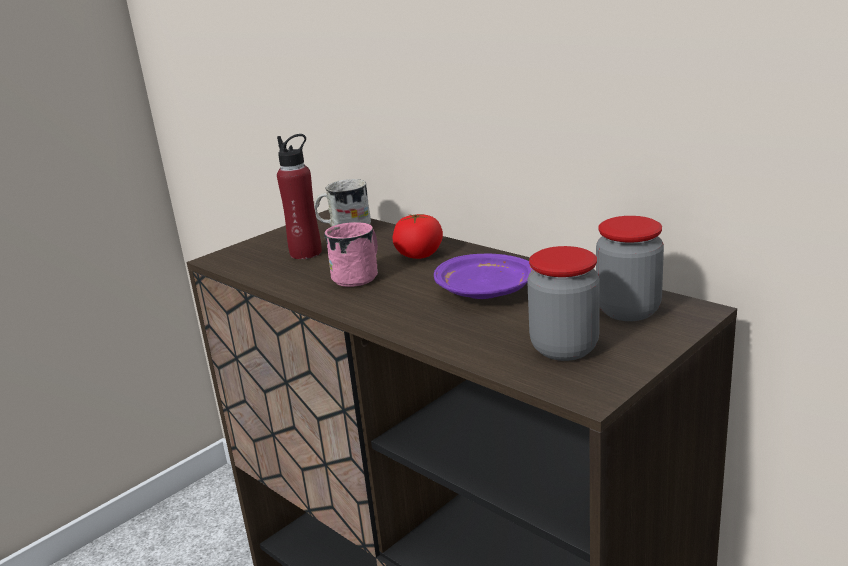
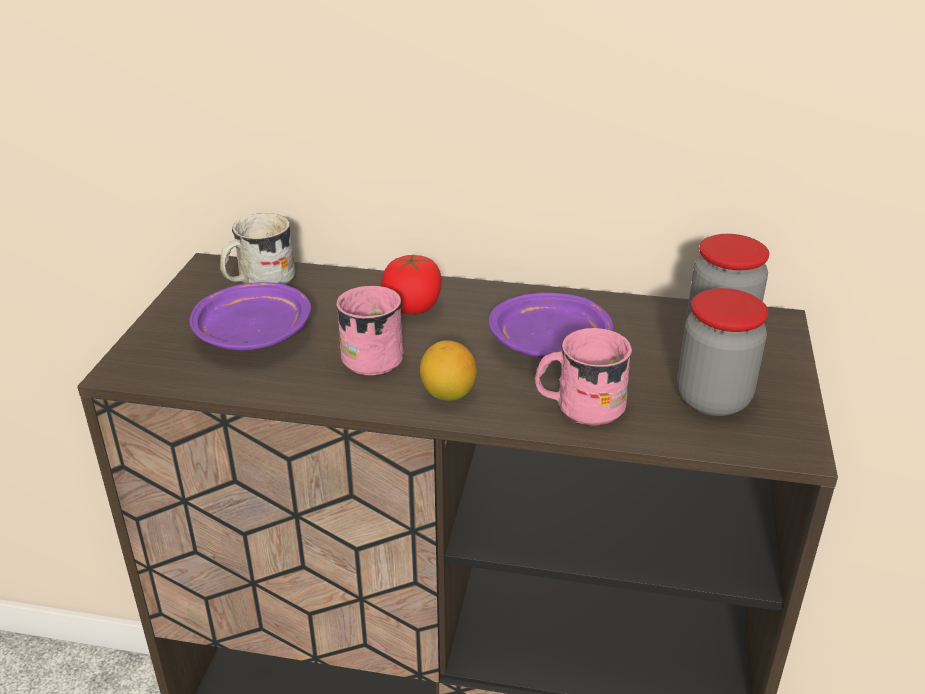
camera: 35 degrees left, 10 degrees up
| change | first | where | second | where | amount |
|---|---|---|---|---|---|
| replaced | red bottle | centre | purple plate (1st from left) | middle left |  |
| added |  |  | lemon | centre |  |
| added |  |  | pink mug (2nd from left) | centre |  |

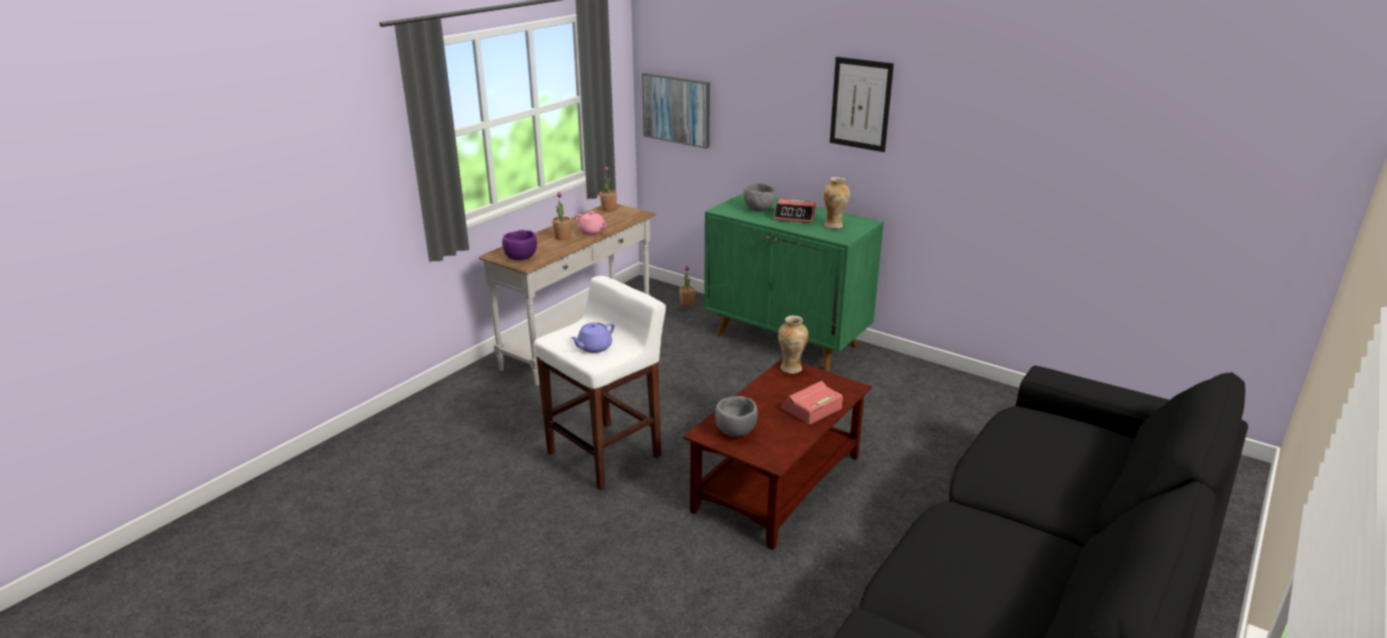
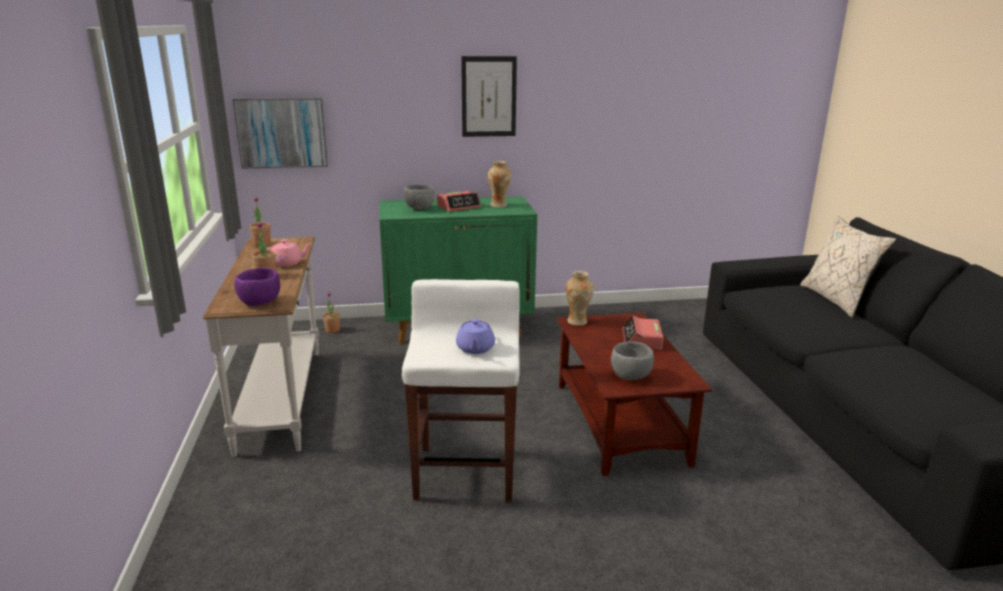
camera: 45 degrees left, 5 degrees down
| change | first | where | second | where | amount |
|---|---|---|---|---|---|
| added |  |  | beige pillow | middle right |  |

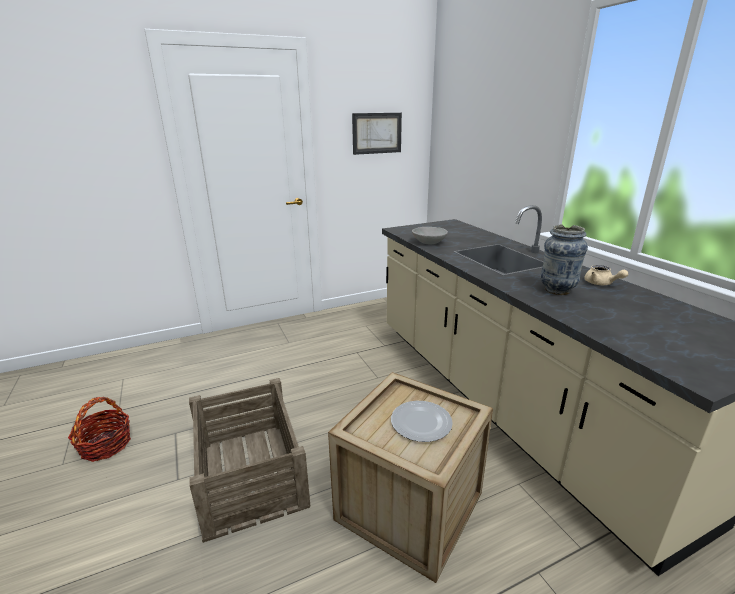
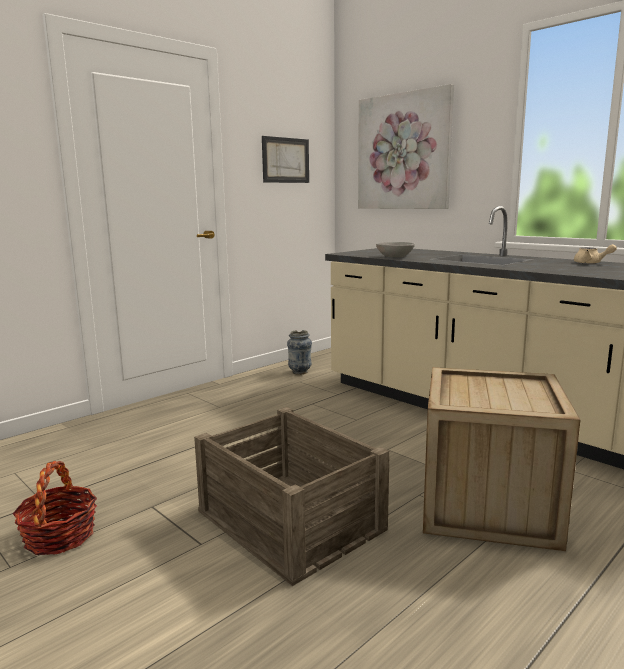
camera: 20 degrees left, 10 degrees down
| change | first | where | second | where | amount |
|---|---|---|---|---|---|
| removed | plate | bottom centre |  |  |  |
| moved | vase | middle right |  | centre |  |
| added |  |  | picture (2nd from left) | top centre |  |

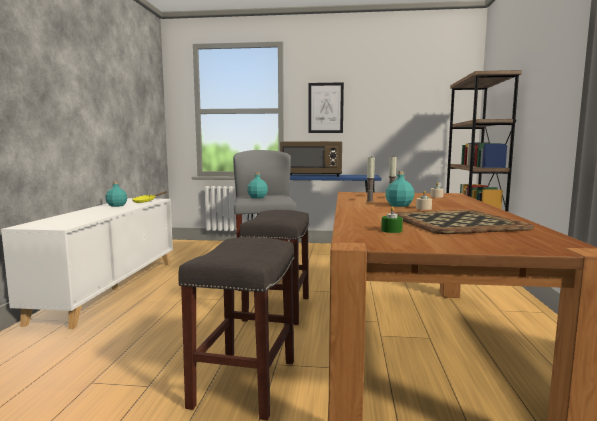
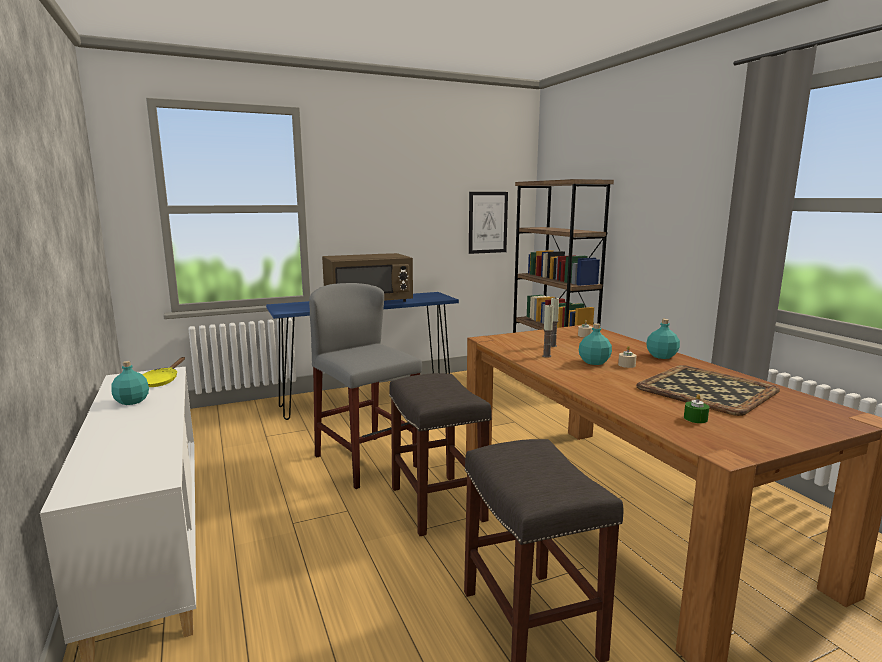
camera: 30 degrees left, 5 degrees up
| change | first | where | second | where | amount |
|---|---|---|---|---|---|
| moved | turquoise bottle (2nd from left in the first image) | centre | turquoise bottle (3rd from left) | middle right |  |
| moved | picture | top centre |  | centre |  |

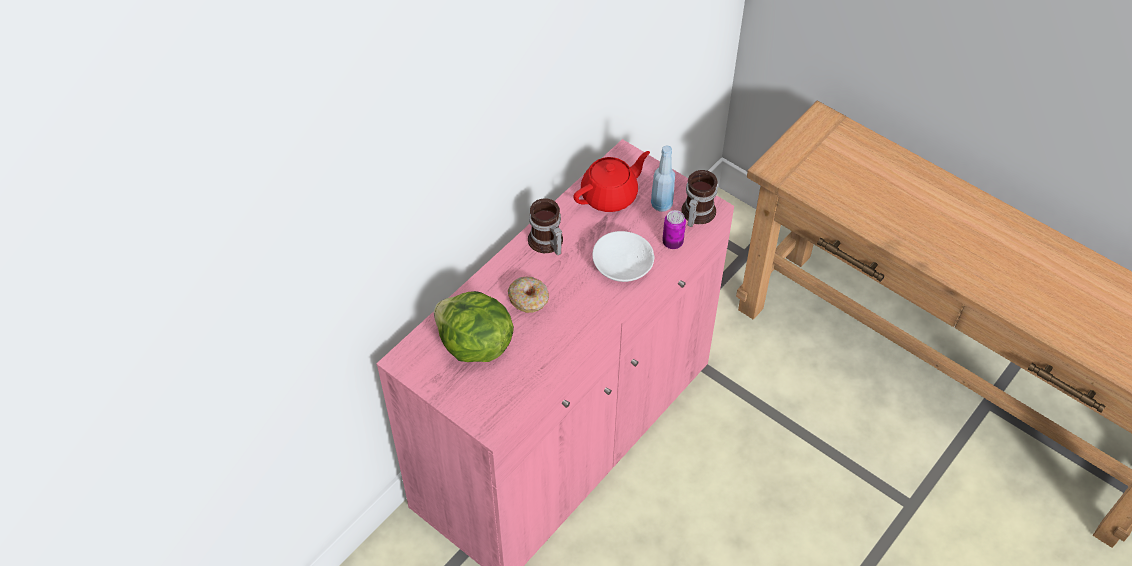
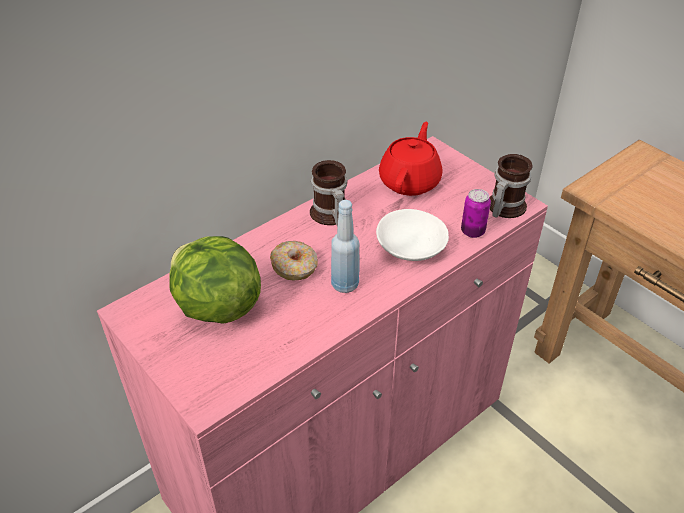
camera: 10 degrees right, 10 degrees down
| change | first | where | second | where | amount |
|---|---|---|---|---|---|
| turned | red teapot | top centre |  | top centre | 45 degrees counterclockwise |
| moved | blue bottle | top centre |  | centre |  |

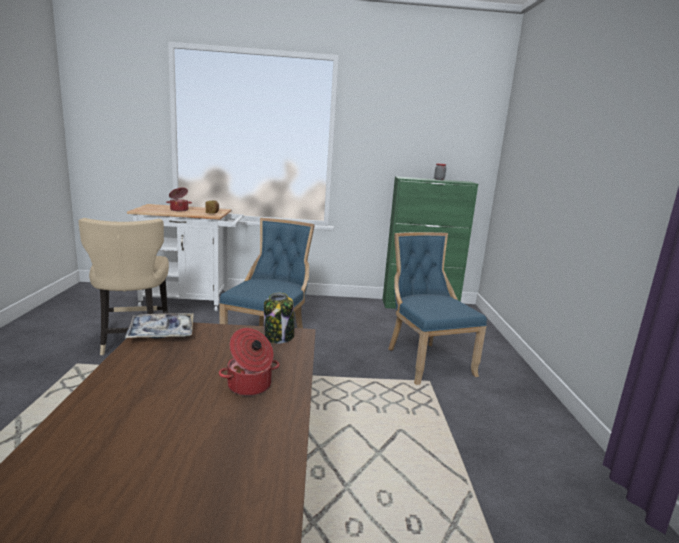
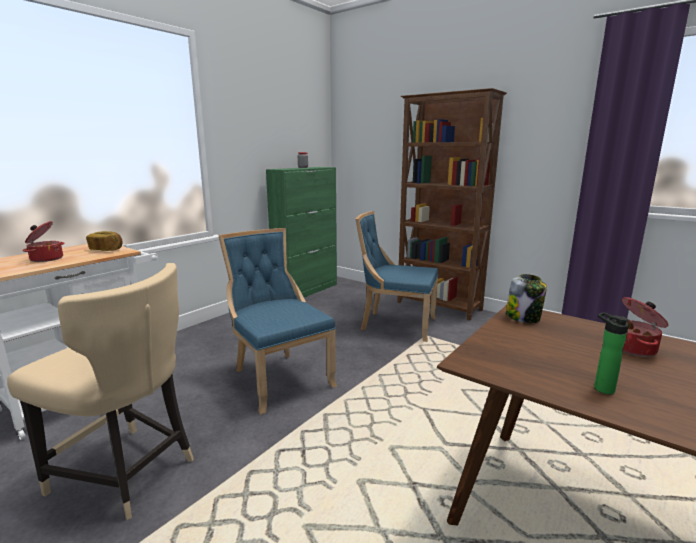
camera: 50 degrees left, 0 degrees up
| change | first | where | second | where | amount |
|---|---|---|---|---|---|
| removed | tray | middle left |  |  |  |
| added |  |  | brown bookcase | centre |  |
| added |  |  | bottle | middle right |  |

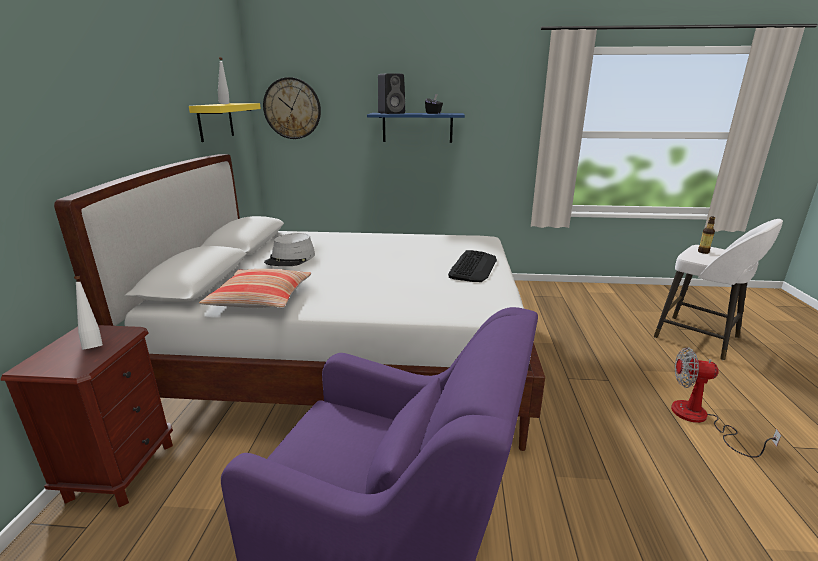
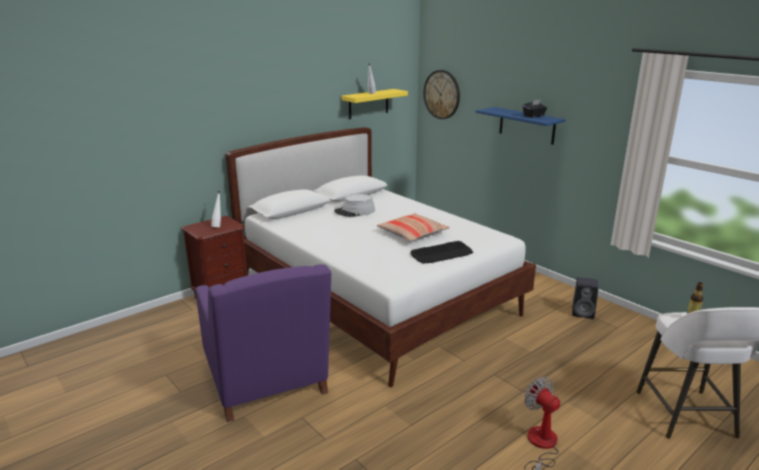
camera: 45 degrees right, 0 degrees up
| change | first | where | second | where | amount |
|---|---|---|---|---|---|
| moved | pillow | middle left |  | centre |  |
| moved | black speaker | top centre |  | middle right |  |

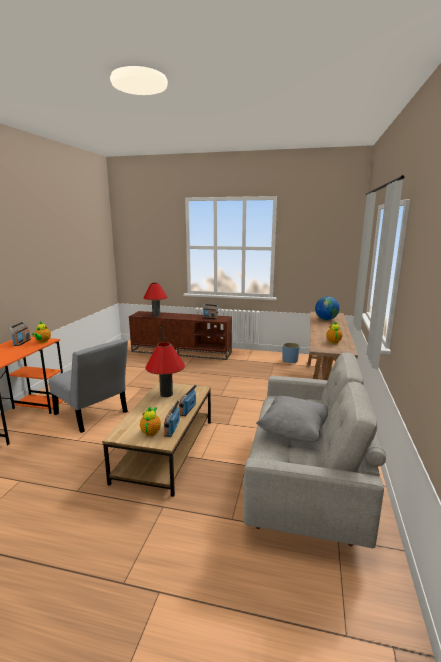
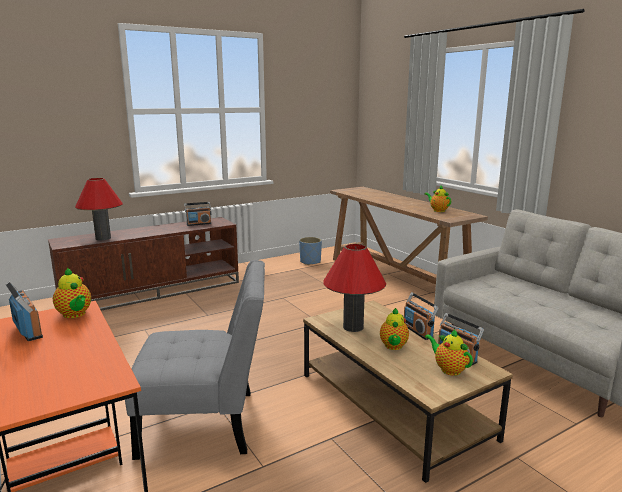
camera: 45 degrees left, 0 degrees up
| change | first | where | second | where | amount |
|---|---|---|---|---|---|
| removed | grey pillow | centre |  |  |  |
| removed | globe | middle right |  |  |  |
| added |  |  | teapot (2nd from left) | bottom centre |  |

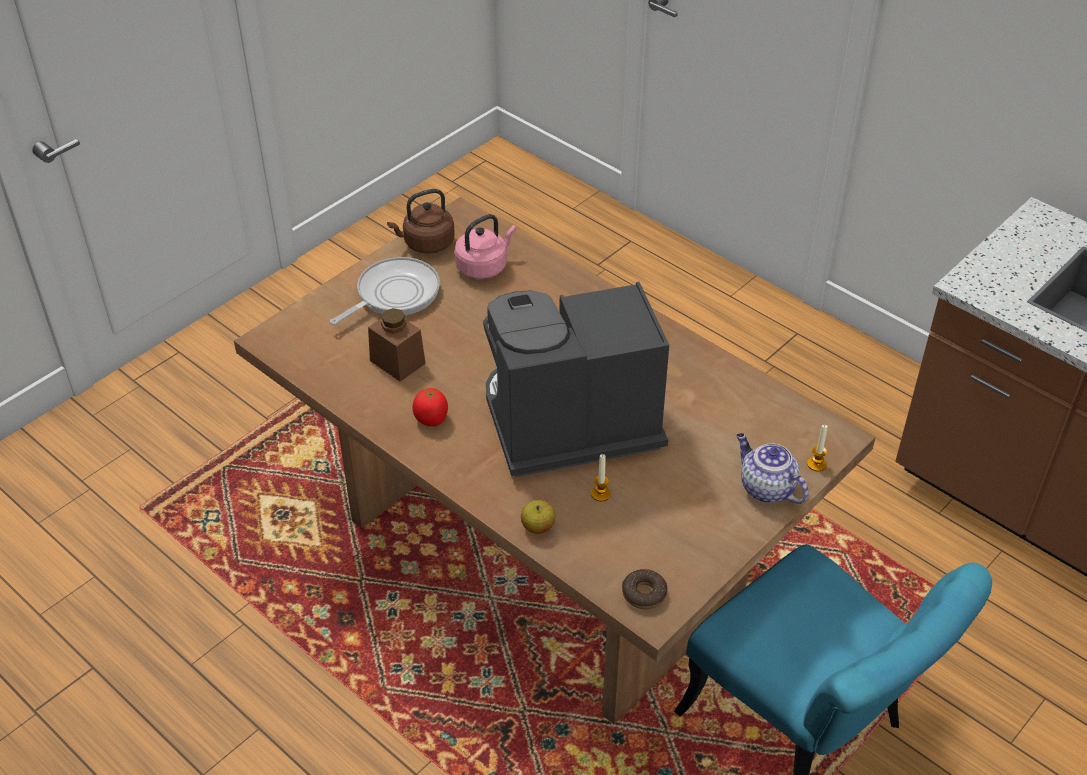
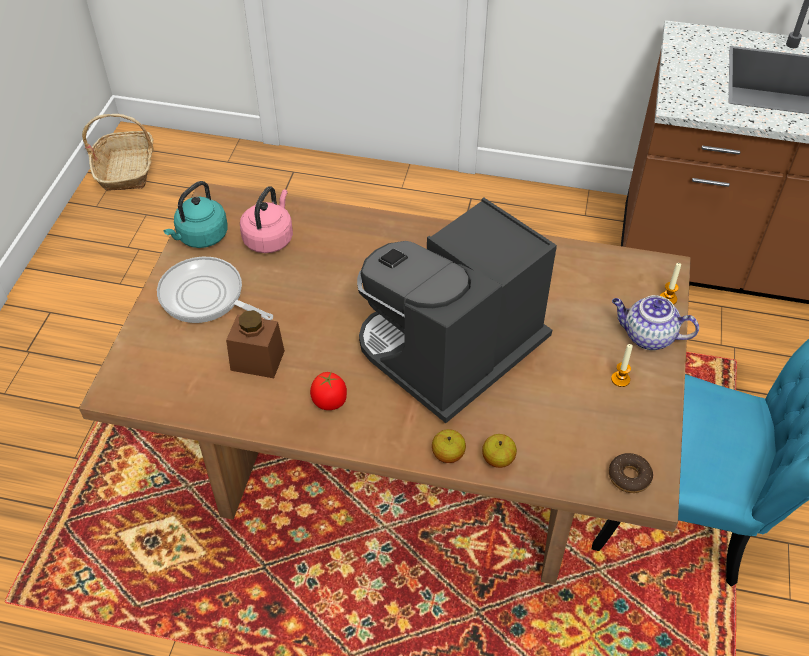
camera: 30 degrees left, 5 degrees up
| change | first | where | second | where | amount |
|---|---|---|---|---|---|
| turned | frying pan | centre |  | middle left | 75 degrees counterclockwise |
| recoloured | brown kettle | top centre | turquoise kettle | top left |  |
| moved | candle (1st from left) | centre |  | middle right |  |
| added |  |  | basket | top left |  |
| added |  |  | apple (1st from left) | bottom centre |  |

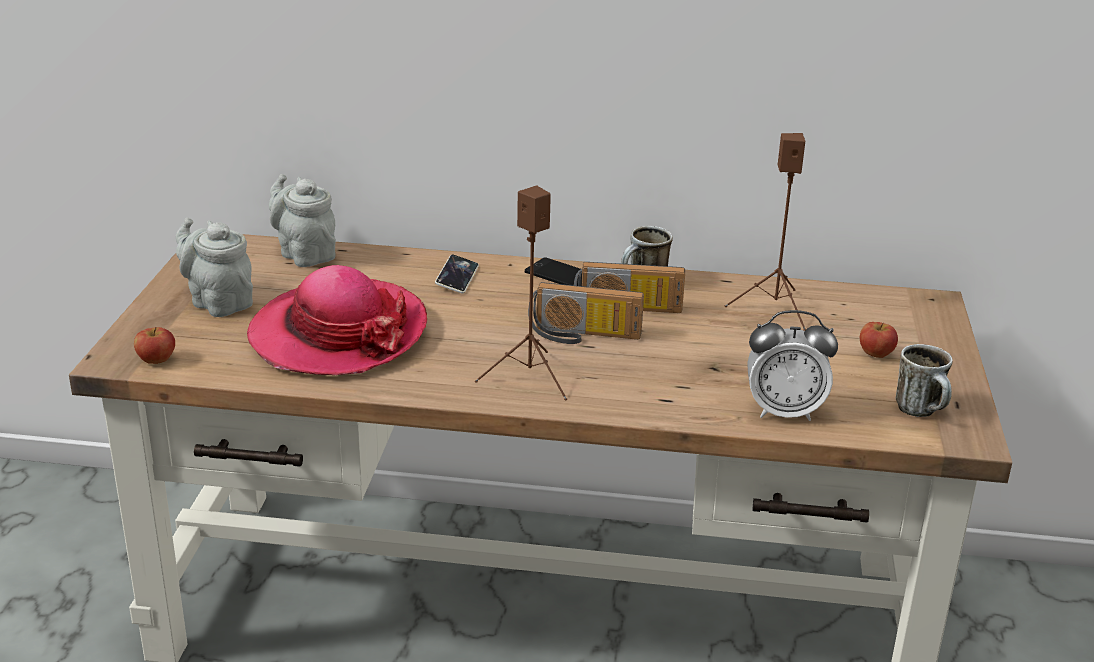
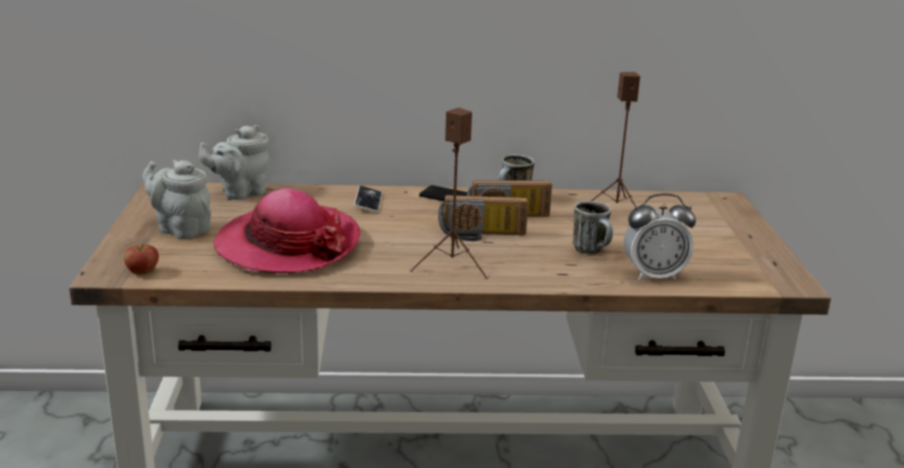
camera: 10 degrees left, 5 degrees down
| change | first | where | second | where | amount |
|---|---|---|---|---|---|
| turned | grey teapot (2nd from left) | top left |  | middle left | 75 degrees counterclockwise |
| removed | apple (2nd from left) | middle right |  |  |  |
| moved | mug (2nd from left) | middle right |  | centre |  |

